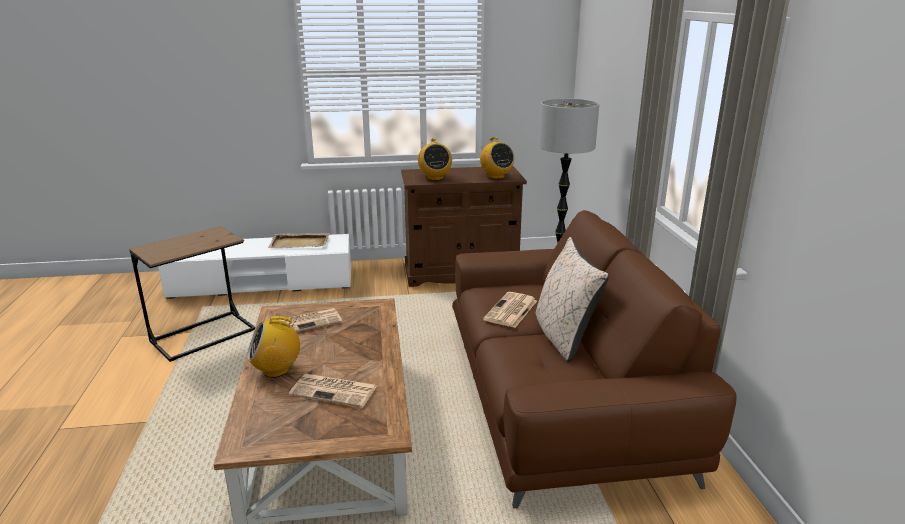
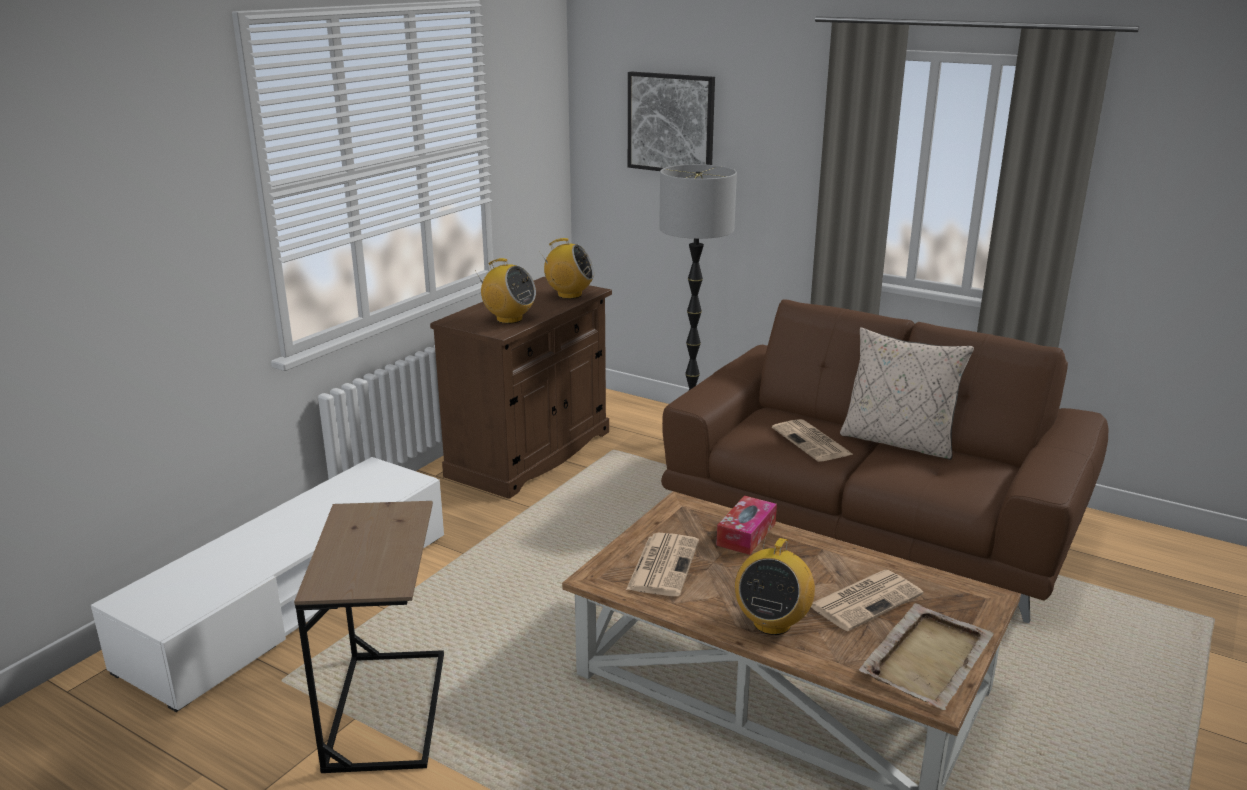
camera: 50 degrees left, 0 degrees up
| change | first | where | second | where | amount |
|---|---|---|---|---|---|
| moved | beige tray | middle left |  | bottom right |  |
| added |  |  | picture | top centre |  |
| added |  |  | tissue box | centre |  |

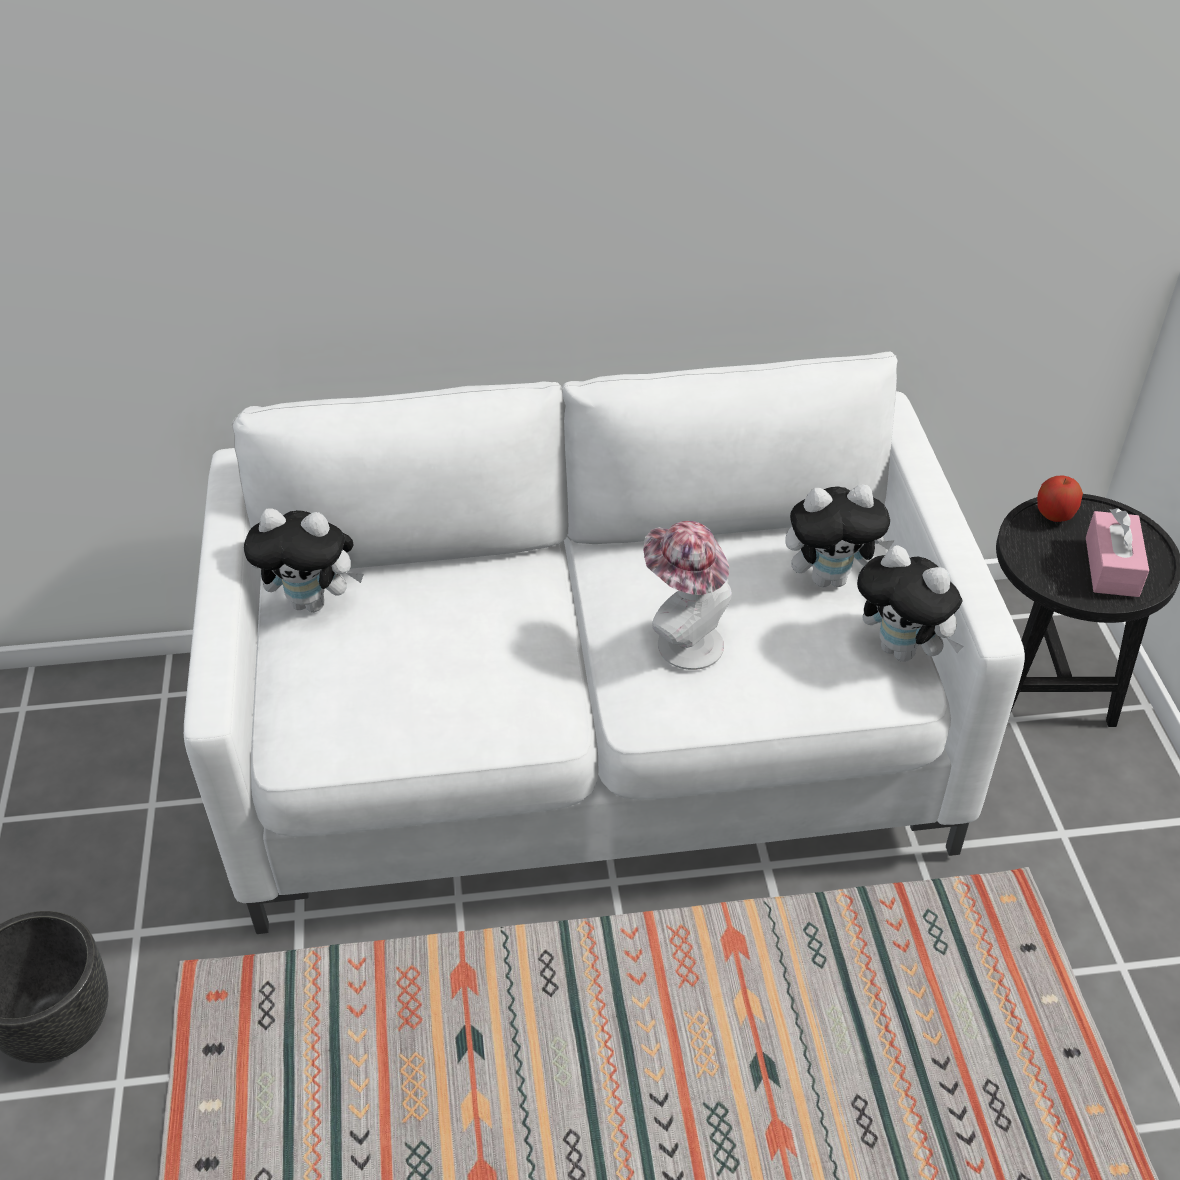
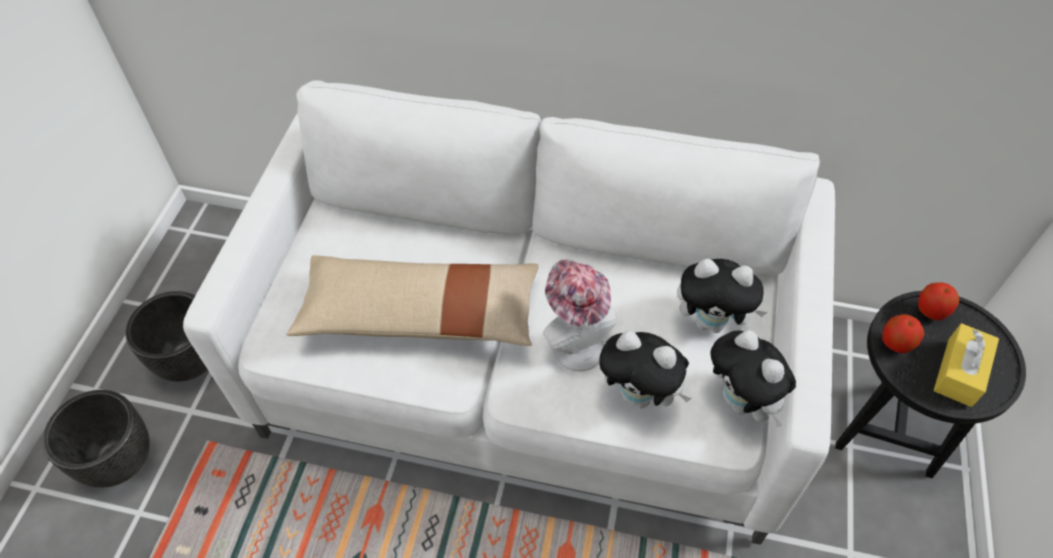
camera: 20 degrees right, 10 degrees up
| change | first | where | second | where | amount |
|---|---|---|---|---|---|
| moved | plush toy (1st from left) | middle left |  | centre |  |
| recoloured | pink tissue box | middle right | yellow tissue box | middle right |  |
| added |  |  | black planter (2nd from left) | middle left |  |
| added |  |  | beige pillow | centre |  |
| added |  |  | apple (1st from left) | middle right |  |

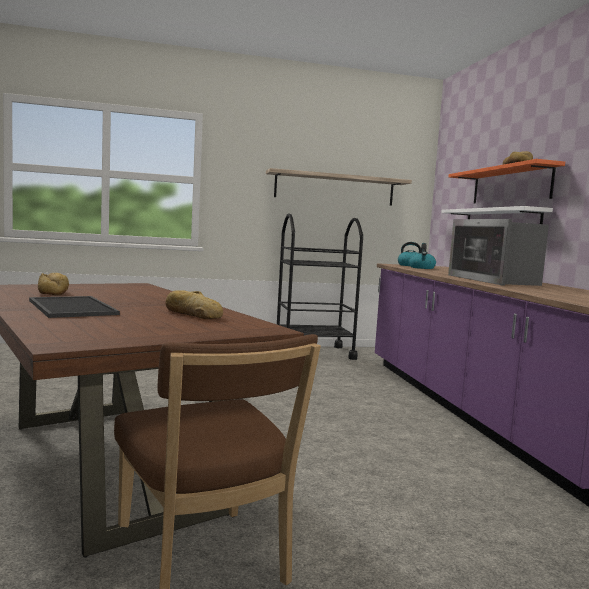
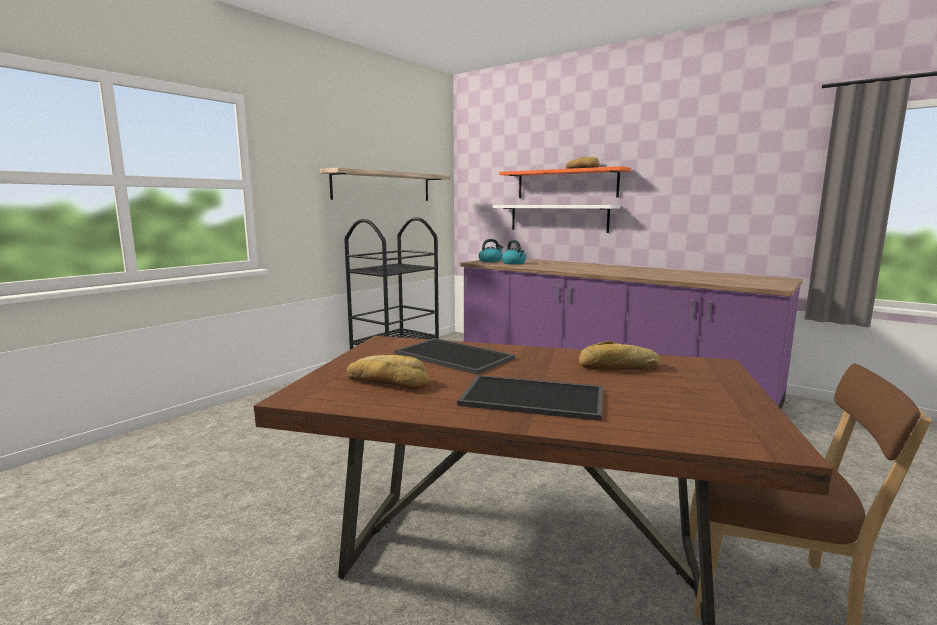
camera: 40 degrees left, 5 degrees up
| change | first | where | second | where | amount |
|---|---|---|---|---|---|
| removed | microwave | middle right |  |  |  |
| added |  |  | tray (1st from left) | centre |  |

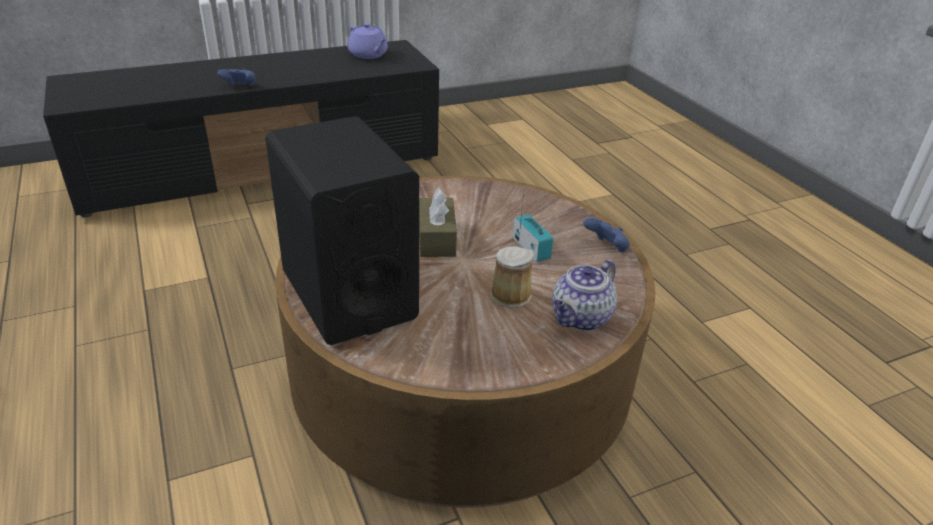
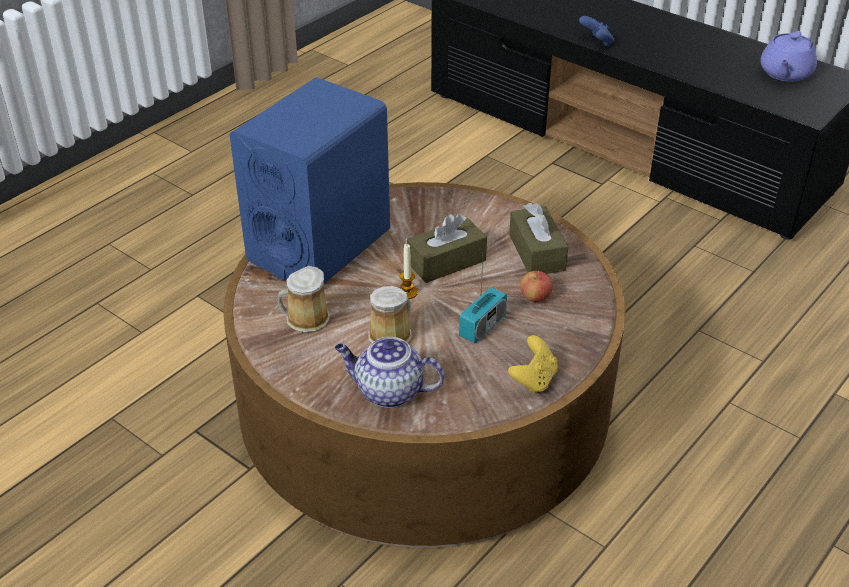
camera: 65 degrees right, 5 degrees up
| change | first | where | second | where | amount |
|---|---|---|---|---|---|
| recoloured | black speaker | centre | blue speaker | top centre |  |
| recoloured | blue game controller (2nd from left) | centre | yellow game controller | centre |  |
| added |  |  | mug (1st from left) | centre |  |
| added |  |  | candle | centre |  |
| added |  |  | brown tissue box (2nd from left) | centre |  |
| added |  |  | apple | centre |  |

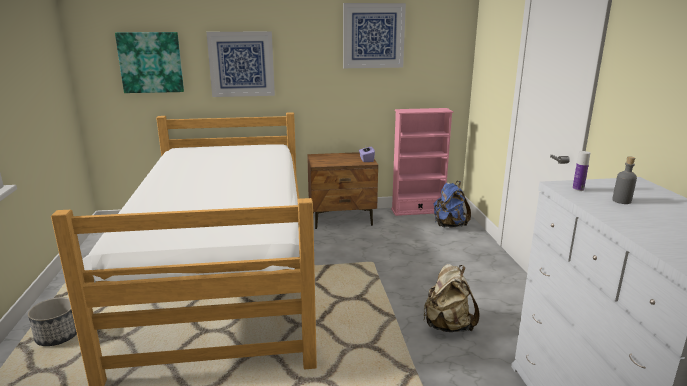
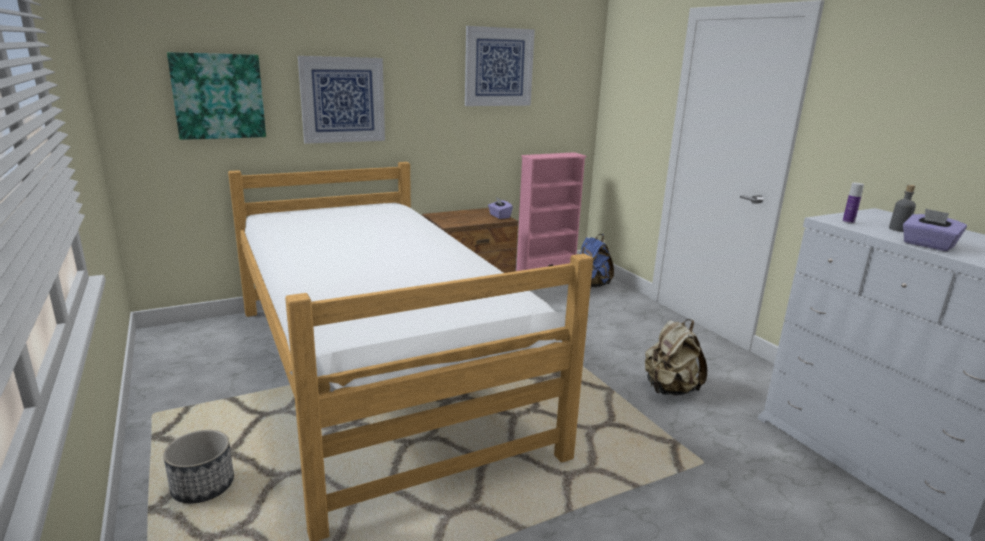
camera: 20 degrees left, 0 degrees up
| change | first | where | second | where | amount |
|---|---|---|---|---|---|
| added |  |  | purple tissue box (2nd from left) | middle right |  |

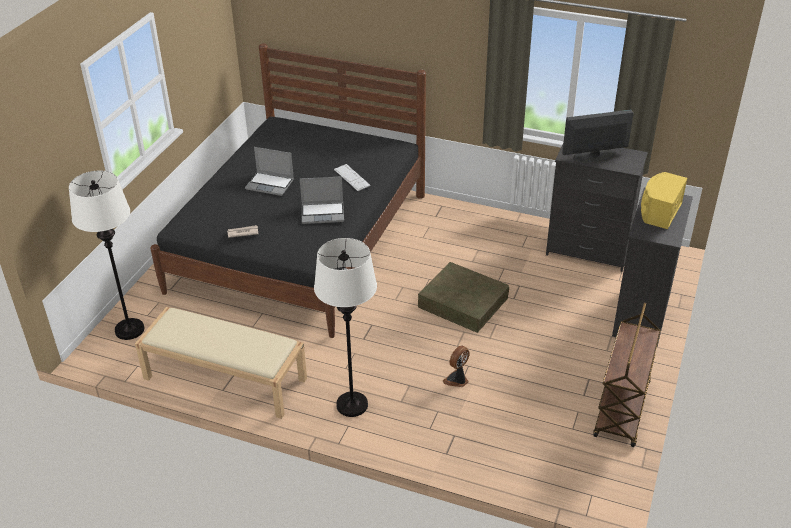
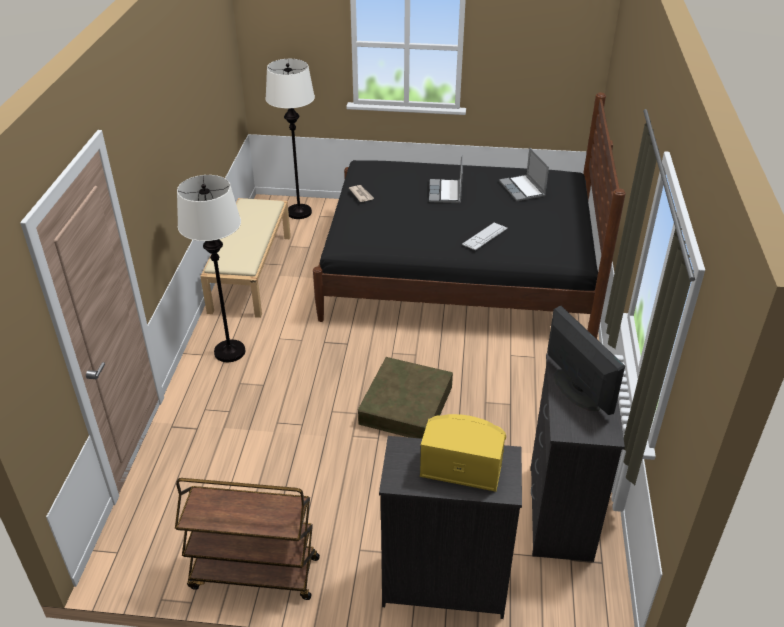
camera: 75 degrees right, 0 degrees up
| change | first | where | second | where | amount |
|---|---|---|---|---|---|
| moved | laptop (2nd from left) | centre |  | top right |  |
| removed | fan | bottom centre |  |  |  |

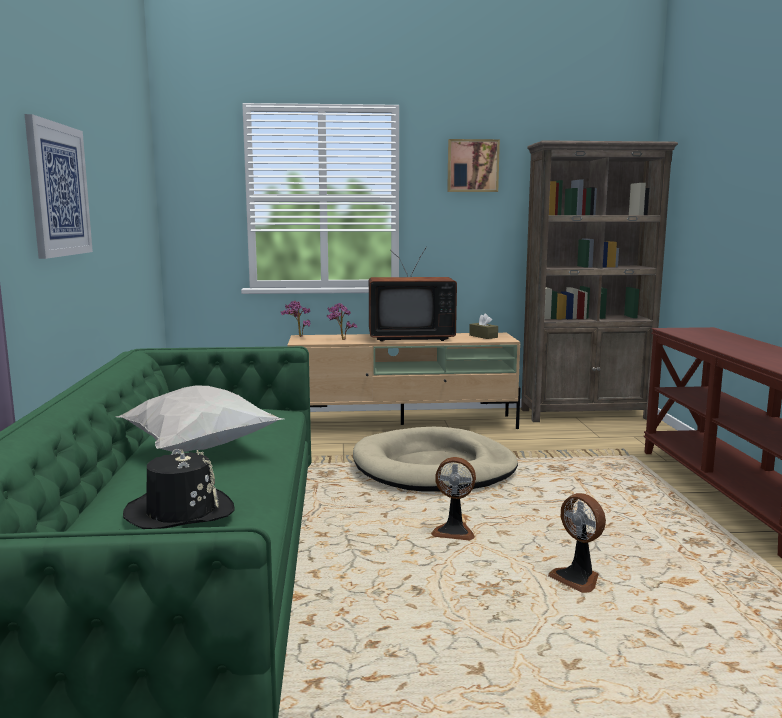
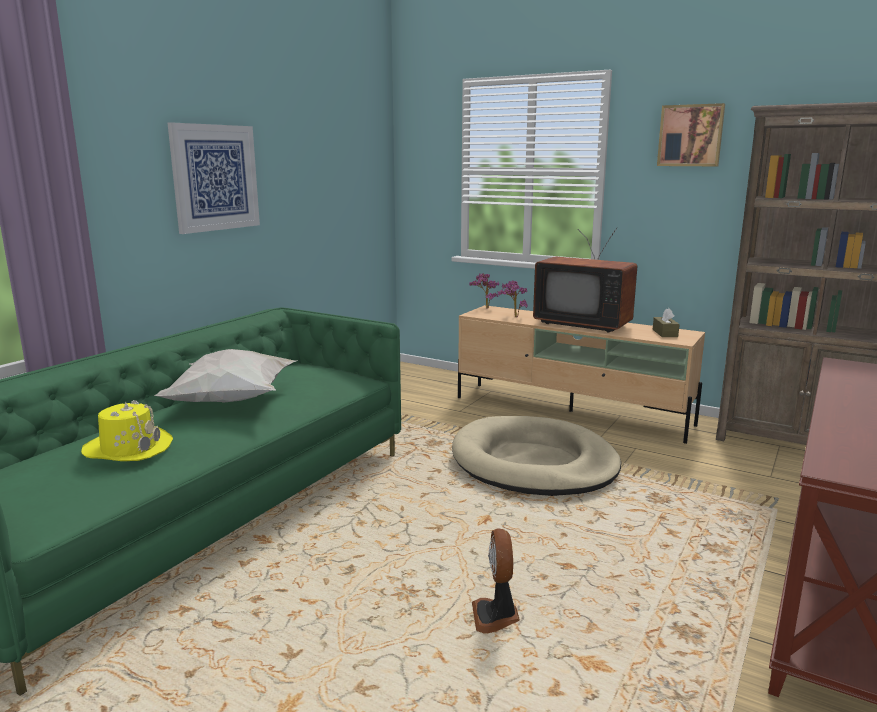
camera: 35 degrees right, 5 degrees up
| change | first | where | second | where | amount |
|---|---|---|---|---|---|
| recoloured | black hat | bottom left | yellow hat | middle left |  |
| removed | fan (1st from left) | bottom centre |  |  |  |

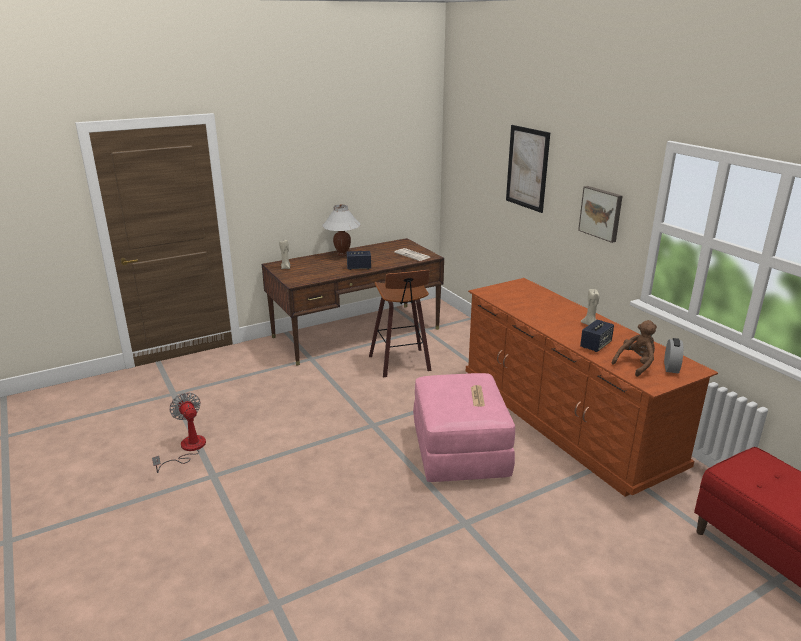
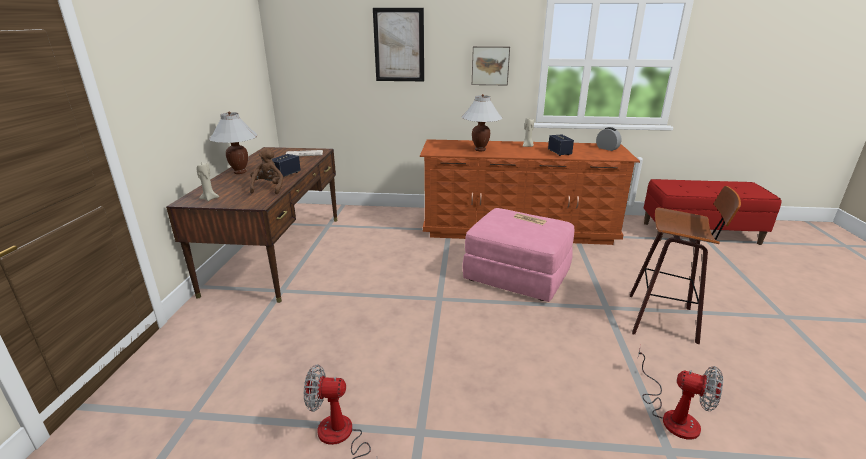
camera: 55 degrees left, 0 degrees up
| change | first | where | second | where | amount |
|---|---|---|---|---|---|
| moved | stool | centre |  | middle right |  |
| moved | brown plush toy | middle right |  | middle left |  |
| added |  |  | white table lamp (2nd from left) | top centre |  |
| added |  |  | fan (2nd from left) | bottom right |  |

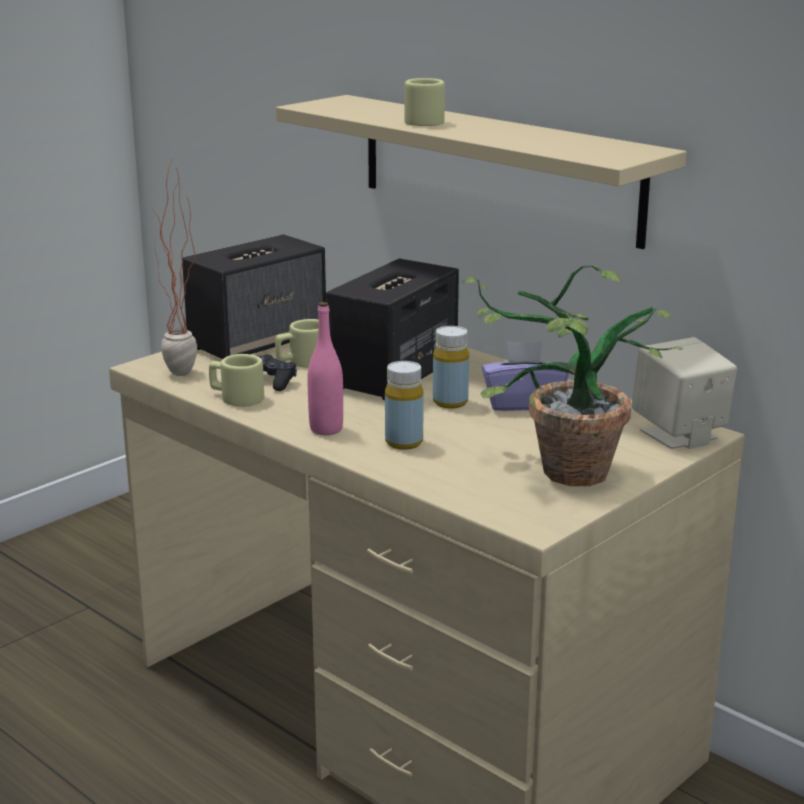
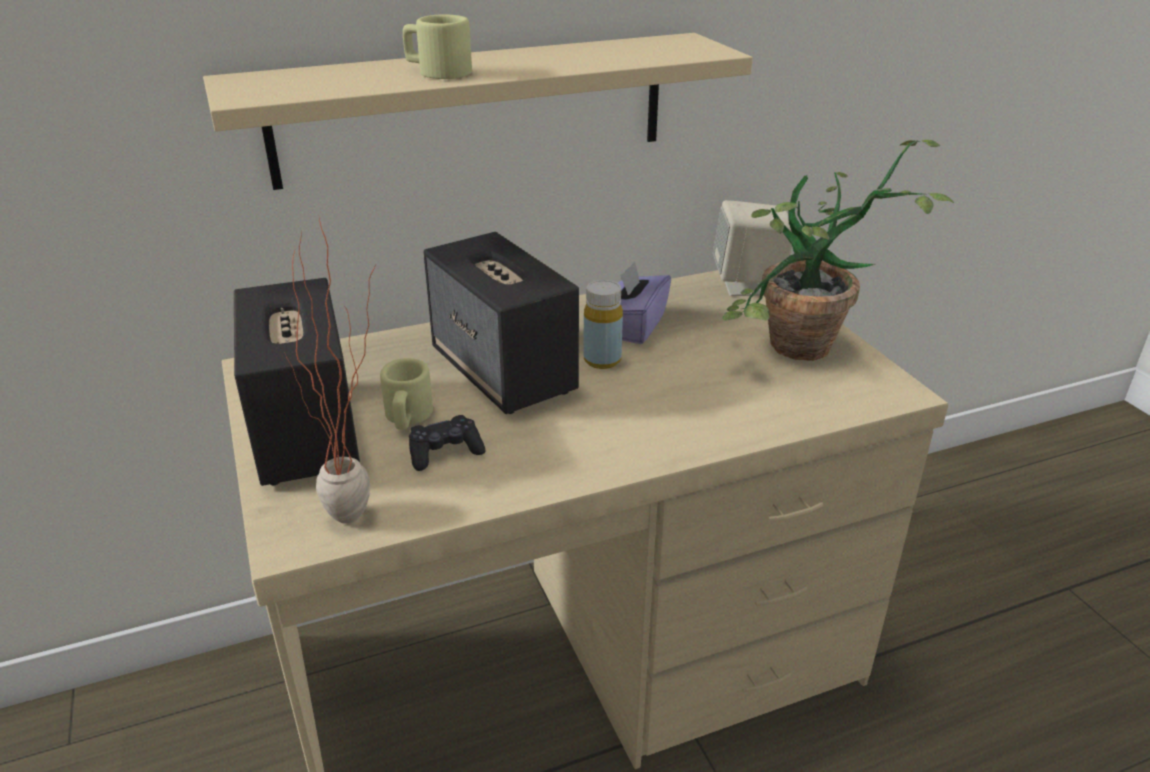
camera: 65 degrees left, 10 degrees up
| change | first | where | second | where | amount |
|---|---|---|---|---|---|
| removed | beige mug (1st from left) | middle left |  |  |  |
| removed | pink bottle | centre |  |  |  |
| removed | yellow bottle (1st from left) | centre |  |  |  |

